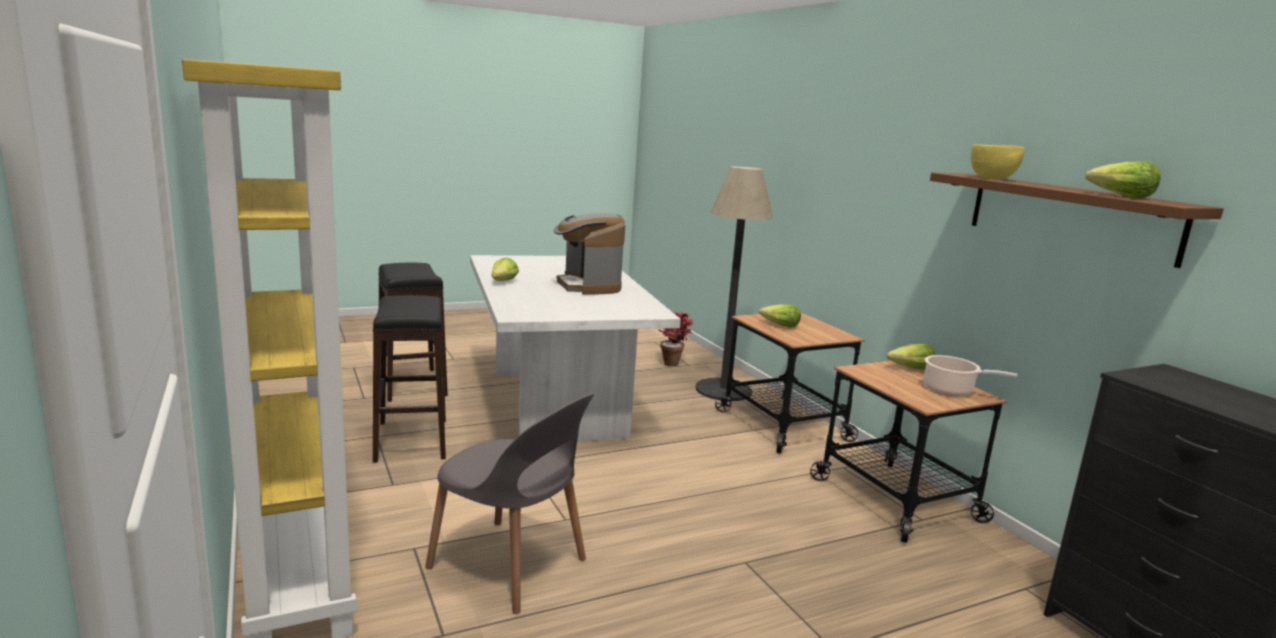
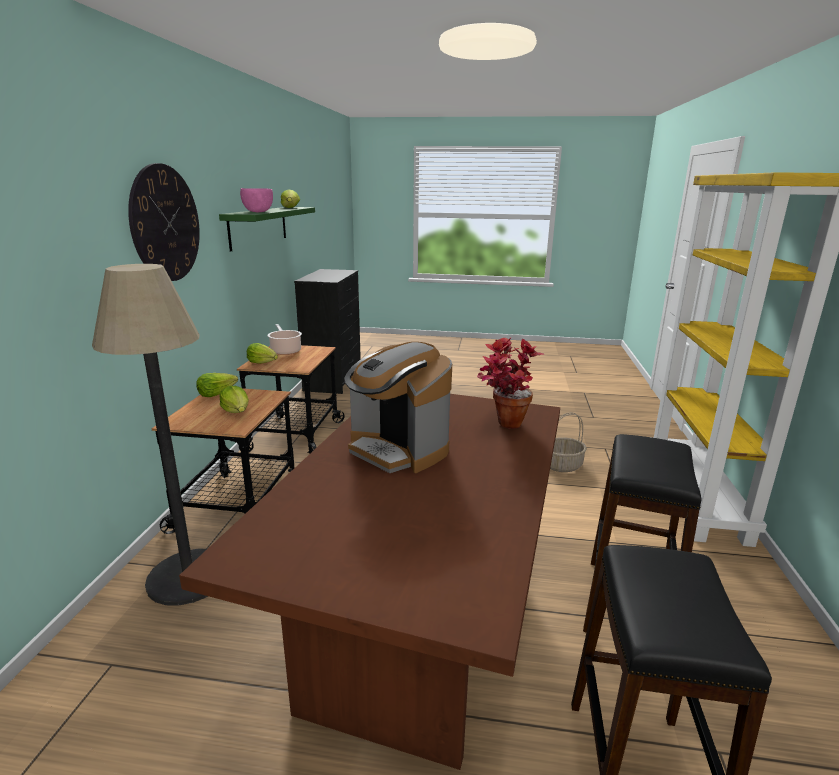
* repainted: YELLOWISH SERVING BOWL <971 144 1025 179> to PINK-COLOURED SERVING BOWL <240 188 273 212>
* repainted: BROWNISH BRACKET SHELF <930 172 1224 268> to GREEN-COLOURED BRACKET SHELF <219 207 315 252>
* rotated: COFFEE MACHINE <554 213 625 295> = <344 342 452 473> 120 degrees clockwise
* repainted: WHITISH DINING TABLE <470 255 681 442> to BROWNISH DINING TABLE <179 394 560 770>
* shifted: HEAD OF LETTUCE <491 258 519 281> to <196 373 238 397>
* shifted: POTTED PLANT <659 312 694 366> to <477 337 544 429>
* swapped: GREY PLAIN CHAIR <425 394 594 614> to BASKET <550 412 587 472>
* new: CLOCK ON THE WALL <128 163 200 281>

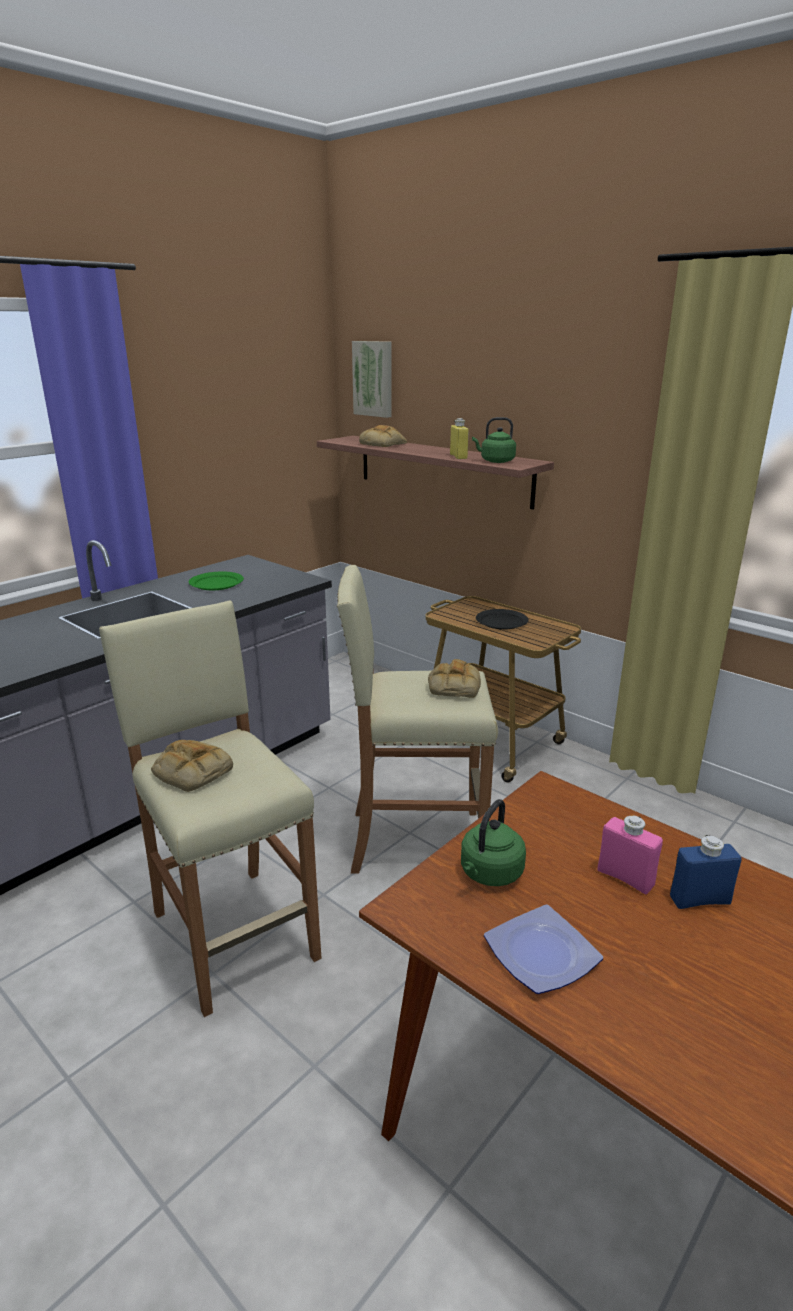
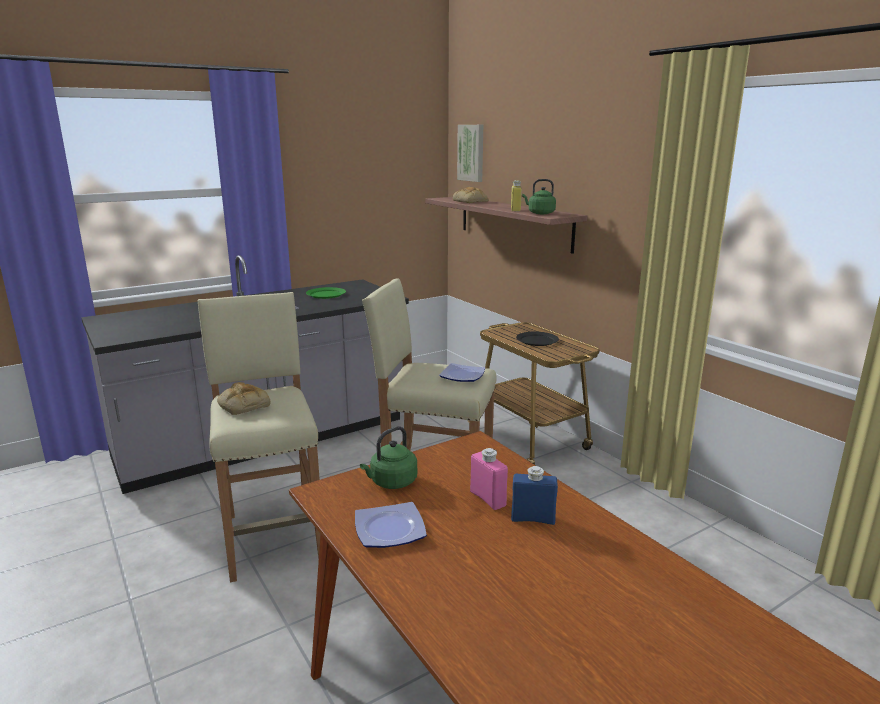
* swapped: BAKED BREAD <428 659 481 698> to DINNER PLATE <439 363 485 382>

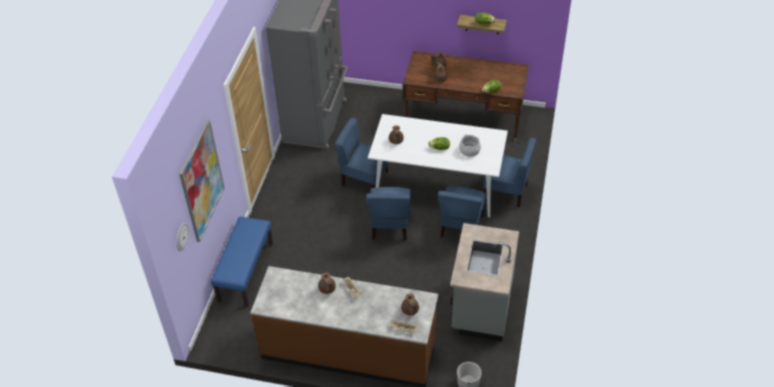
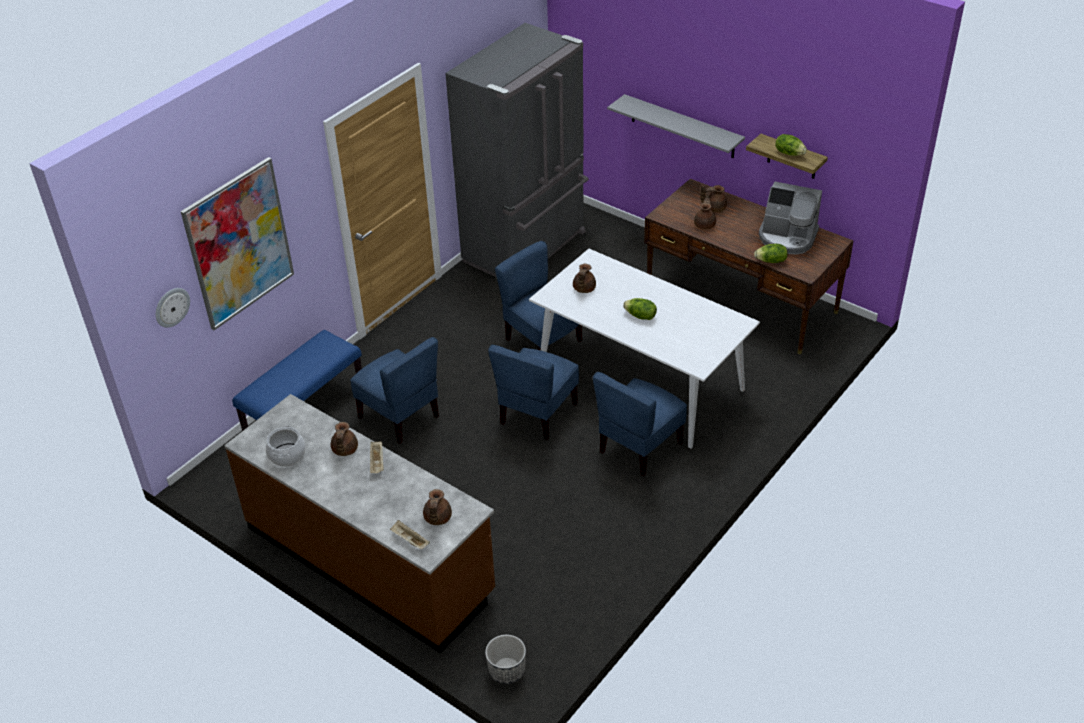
* shifted: STOCKPOT <459 135 481 157> to <266 425 306 467>
* shifted: BLUE PLAIN CHAIR <483 137 536 207> to <350 337 439 444>
* gone: GREY COUNTER <450 223 519 341>
* new: GREY BRACKET SHELF <607 94 745 158>
* new: COFFEE MACHINE <759 181 822 255>

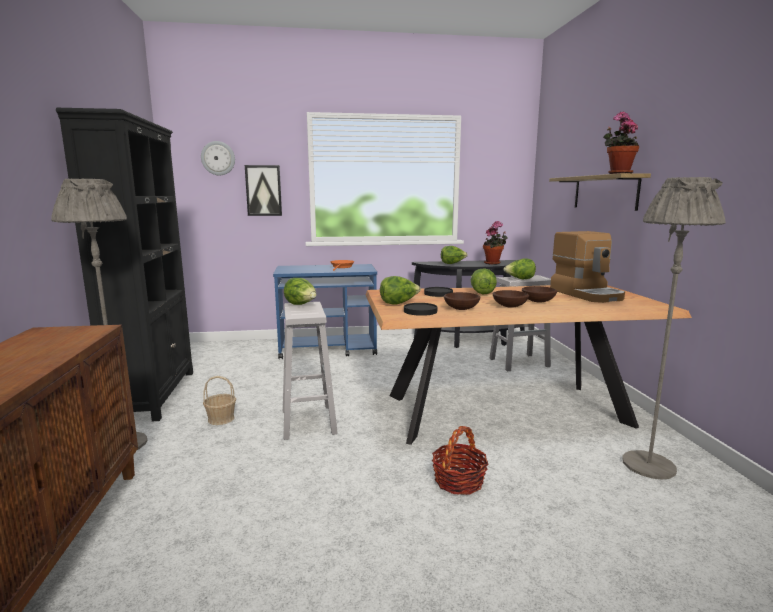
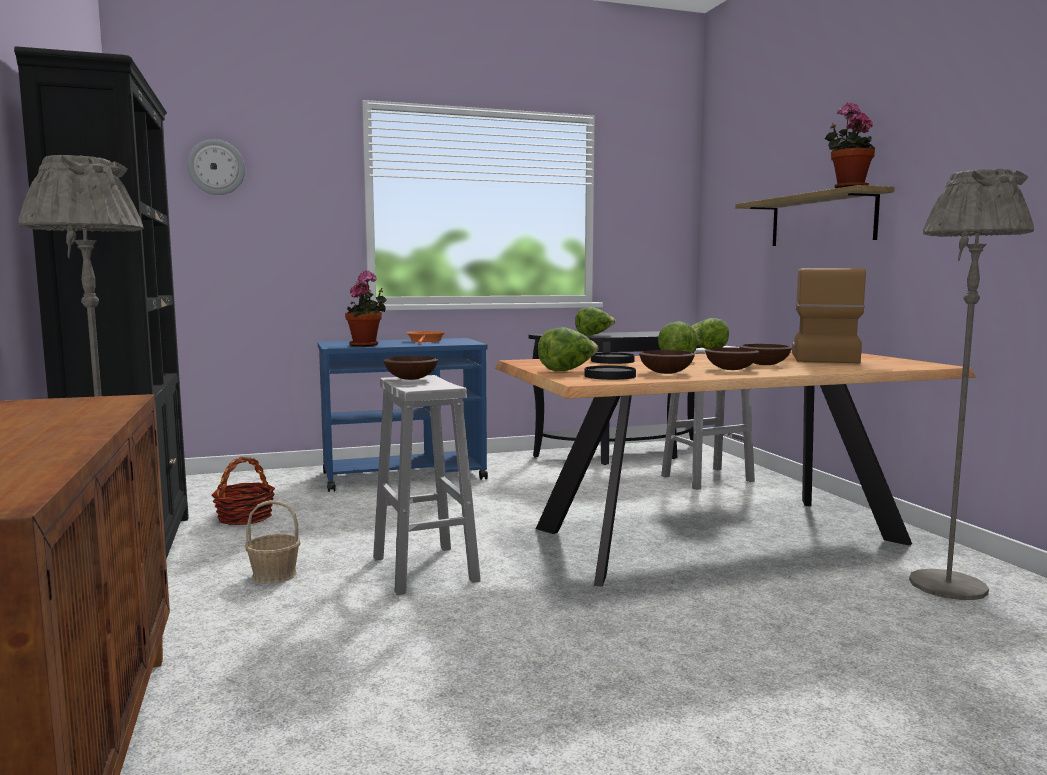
* gone: WALL PICTURE <245 165 282 216>
* shifted: POTTED PLANT <483 221 508 265> to <345 270 386 347>
* rotated: COFFEE MACHINE <550 231 625 303> = <792 268 866 363> 135 degrees counterclockwise
* swapped: HEAD OF LETTUCE <284 278 317 305> to BROWNISH SERVING BOWL <384 356 438 380>
* shifted: BASKET <432 426 488 495> to <212 457 275 526>

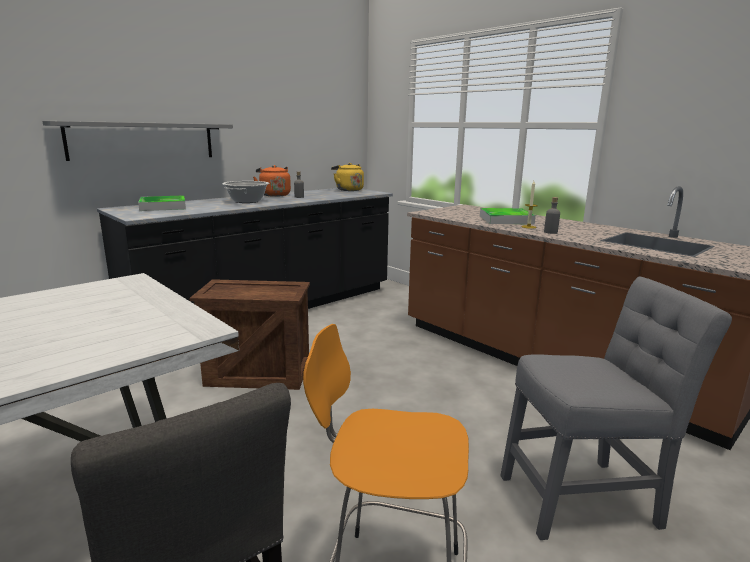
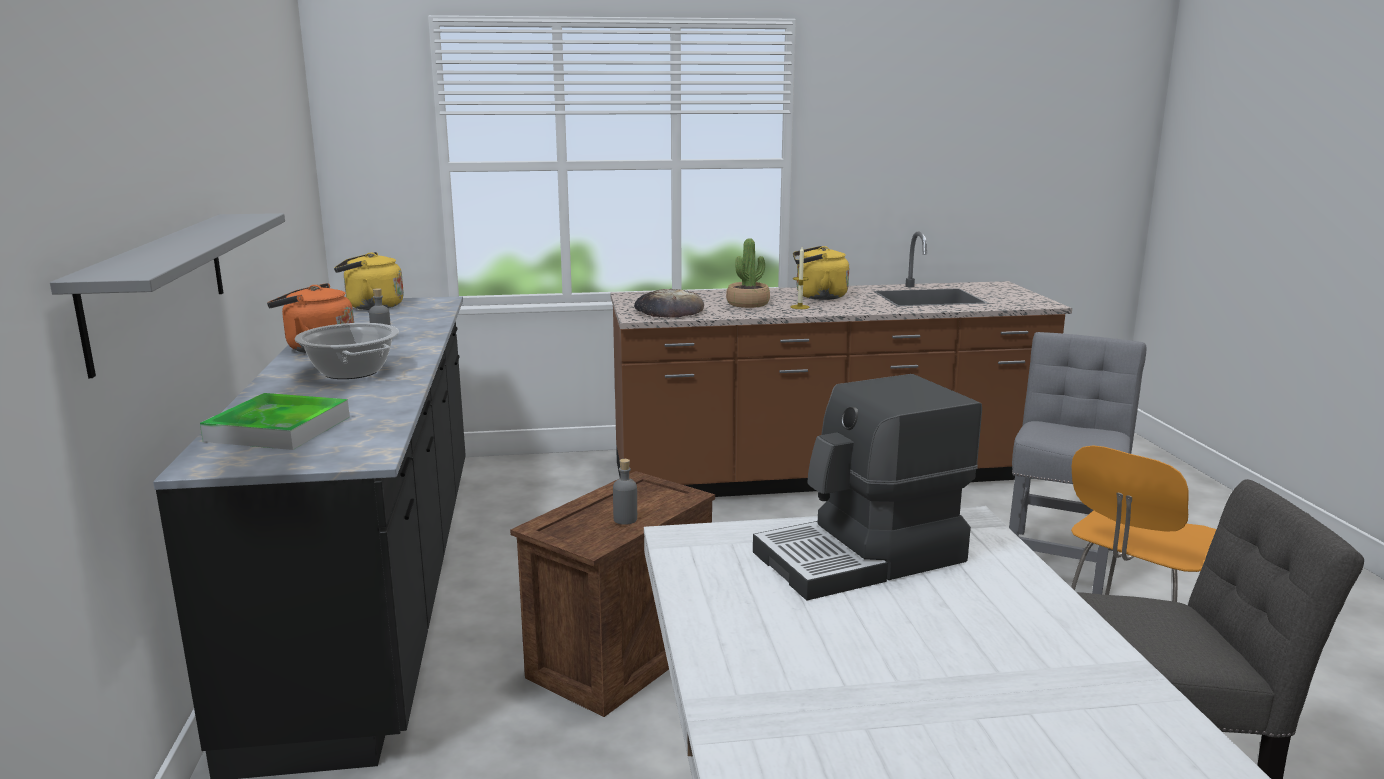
* shifted: GREY BOTTLE <544 197 560 234> to <613 459 637 525>
* swapped: SERVING TRAY <480 208 536 225> to POTTED PLANT <726 238 770 308>
* new: YELLOWISH WATER KETTLE <793 246 849 300>
* new: BAKED BREAD <634 289 704 318>
* new: COFFEE MACHINE <753 374 982 600>

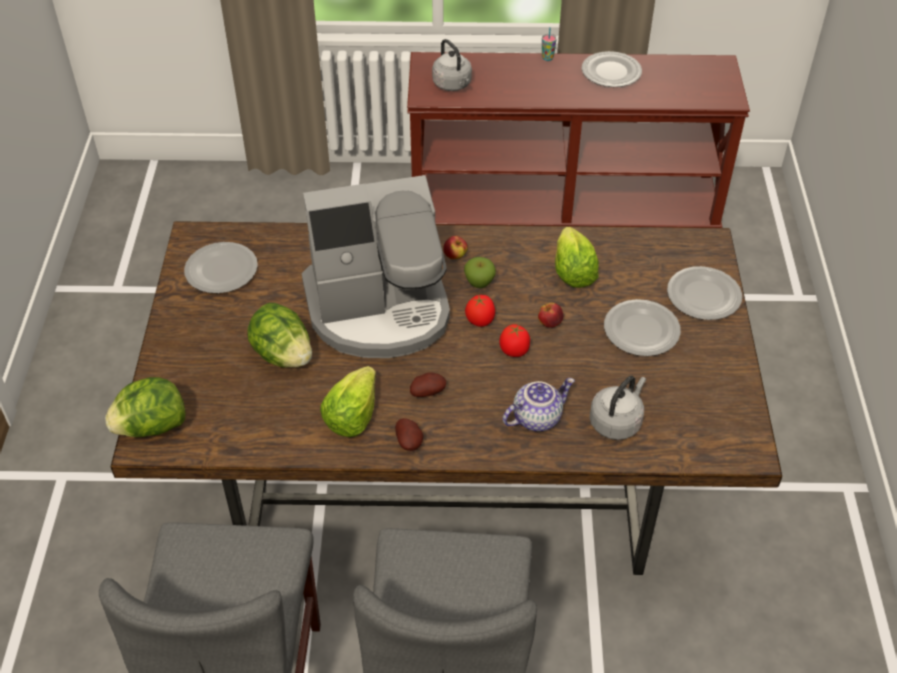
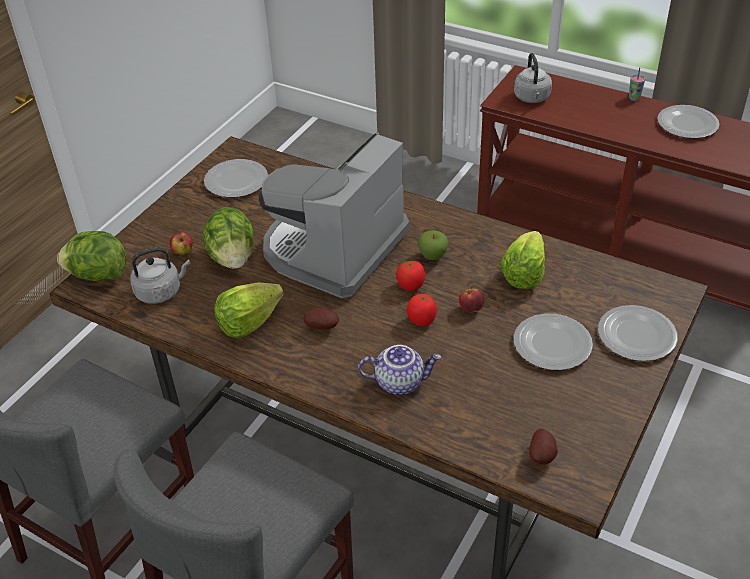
* rotated: COFFEE MACHINE <302 175 450 358> = <259 132 409 298> 105 degrees clockwise
* shifted: APPLE FRUIT <443 236 468 259> to <170 232 193 255>
* shifted: GREY WATER KETTLE <590 376 646 440> to <130 247 191 304>
* shifted: POTATO <395 418 423 451> to <529 429 558 465>

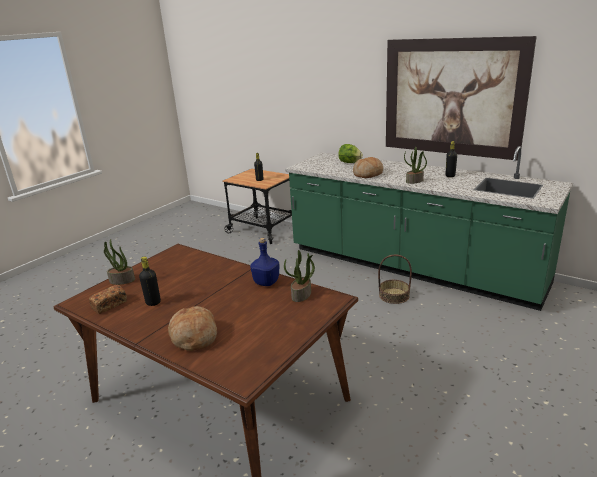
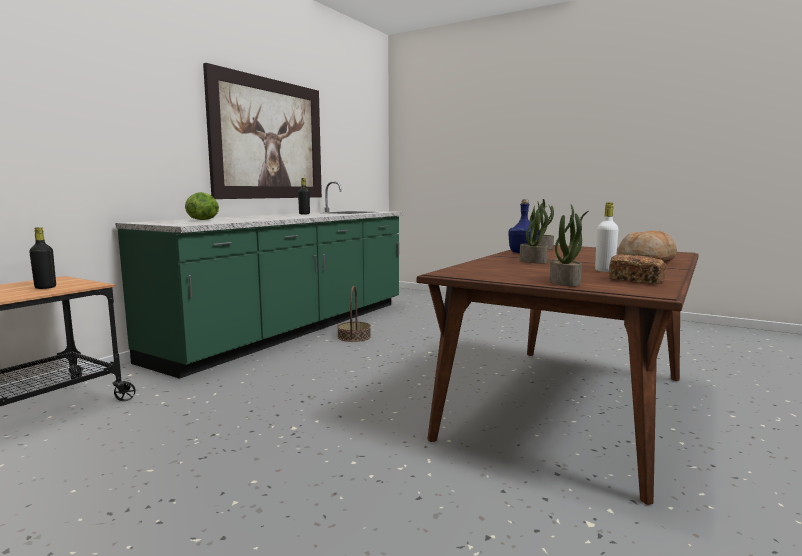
* shifted: POTTED PLANT <404 147 427 184> to <519 201 548 264>
* gone: BAKED BREAD <353 157 383 178>
* repainted: BLACK BOTTLE <139 257 161 306> to WHITISH BOTTLE <595 202 619 272>

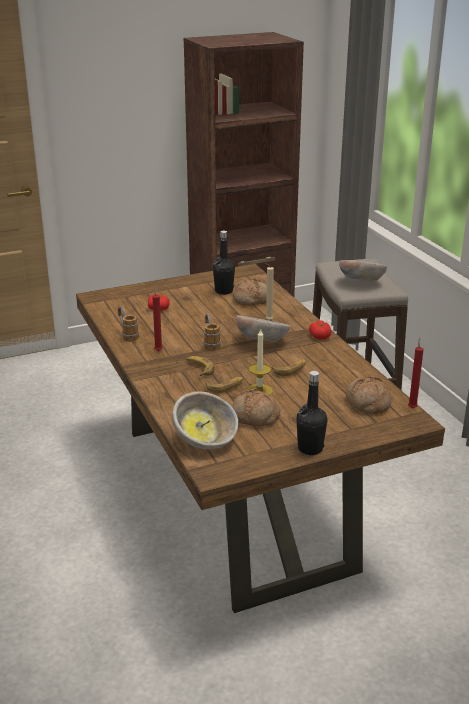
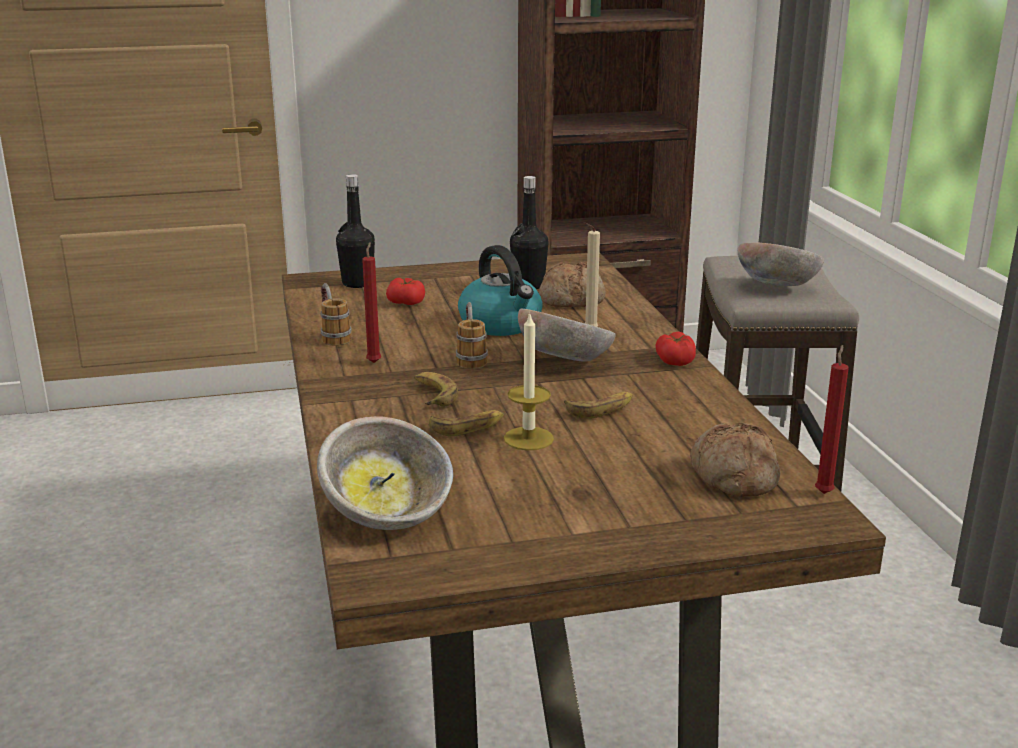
* shifted: BLACK BOTTLE <296 371 327 455> to <336 174 375 288>
* gone: BAKED BREAD <232 388 280 426>
* new: WATER KETTLE <458 245 543 336>

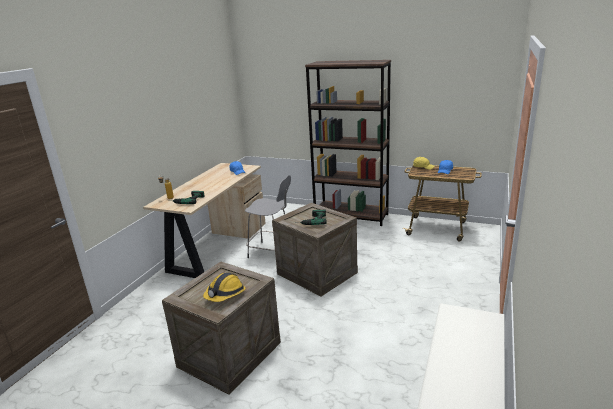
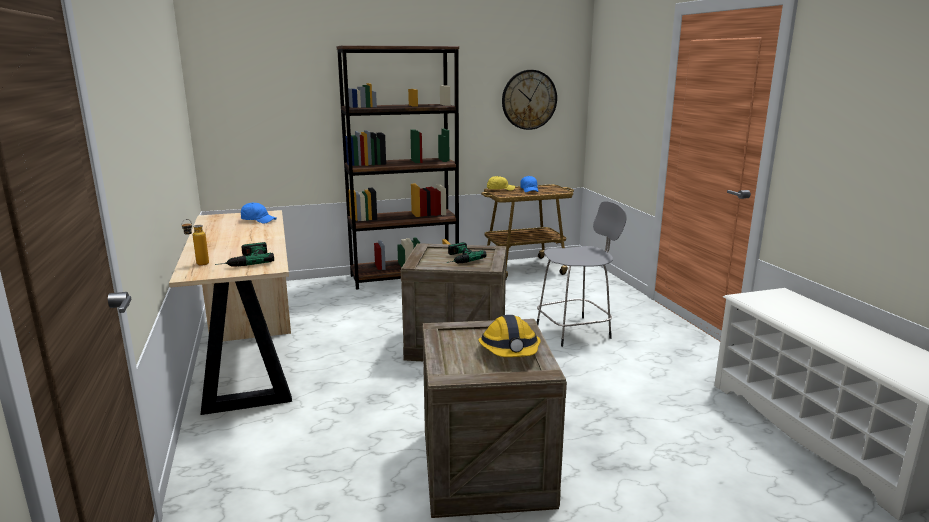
* shifted: GREY SITTING STOOL <245 175 291 258> to <537 201 627 347>
* new: CLOCK ON THE WALL <502 70 557 130>

